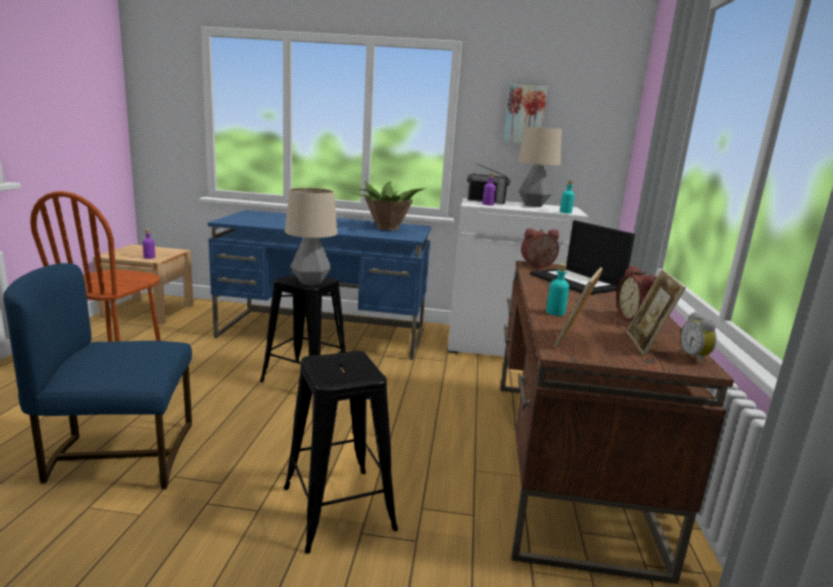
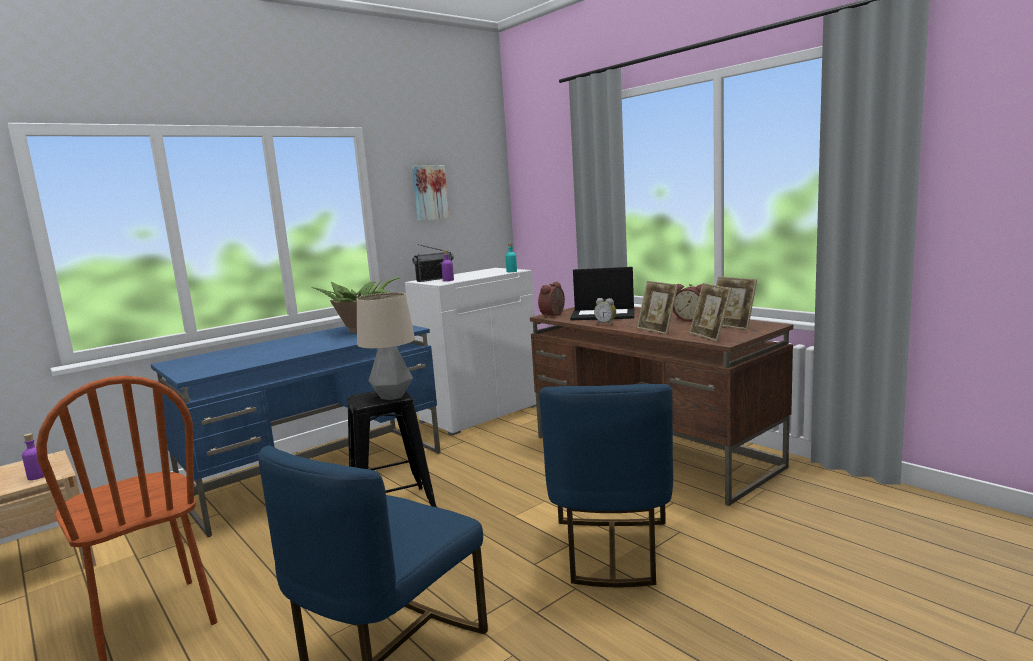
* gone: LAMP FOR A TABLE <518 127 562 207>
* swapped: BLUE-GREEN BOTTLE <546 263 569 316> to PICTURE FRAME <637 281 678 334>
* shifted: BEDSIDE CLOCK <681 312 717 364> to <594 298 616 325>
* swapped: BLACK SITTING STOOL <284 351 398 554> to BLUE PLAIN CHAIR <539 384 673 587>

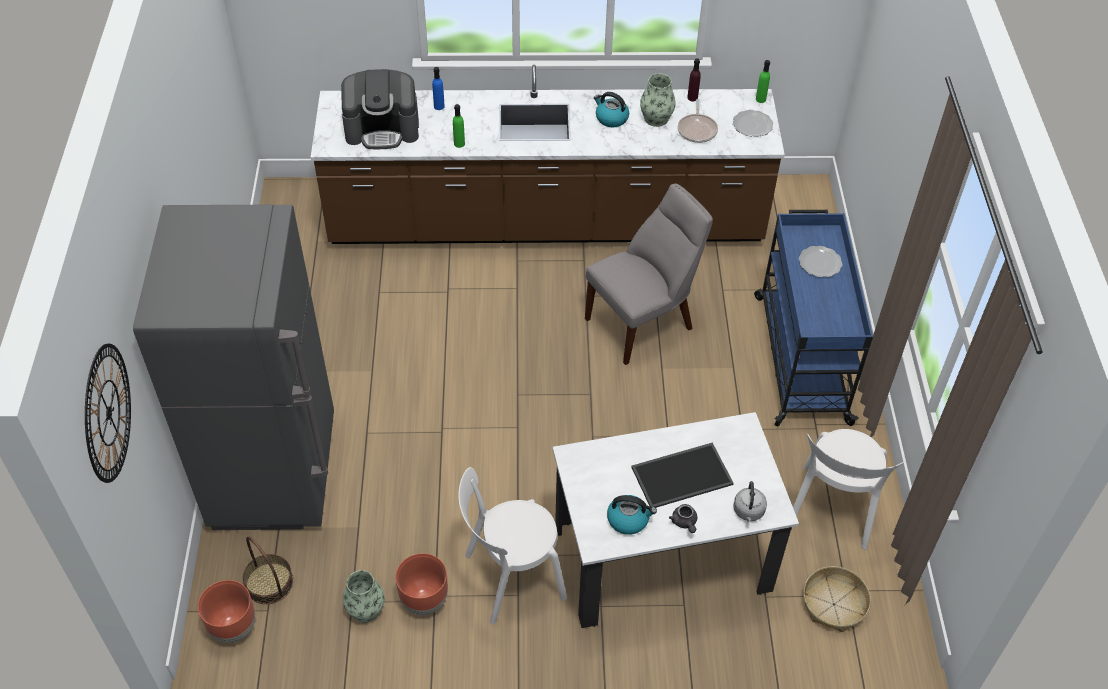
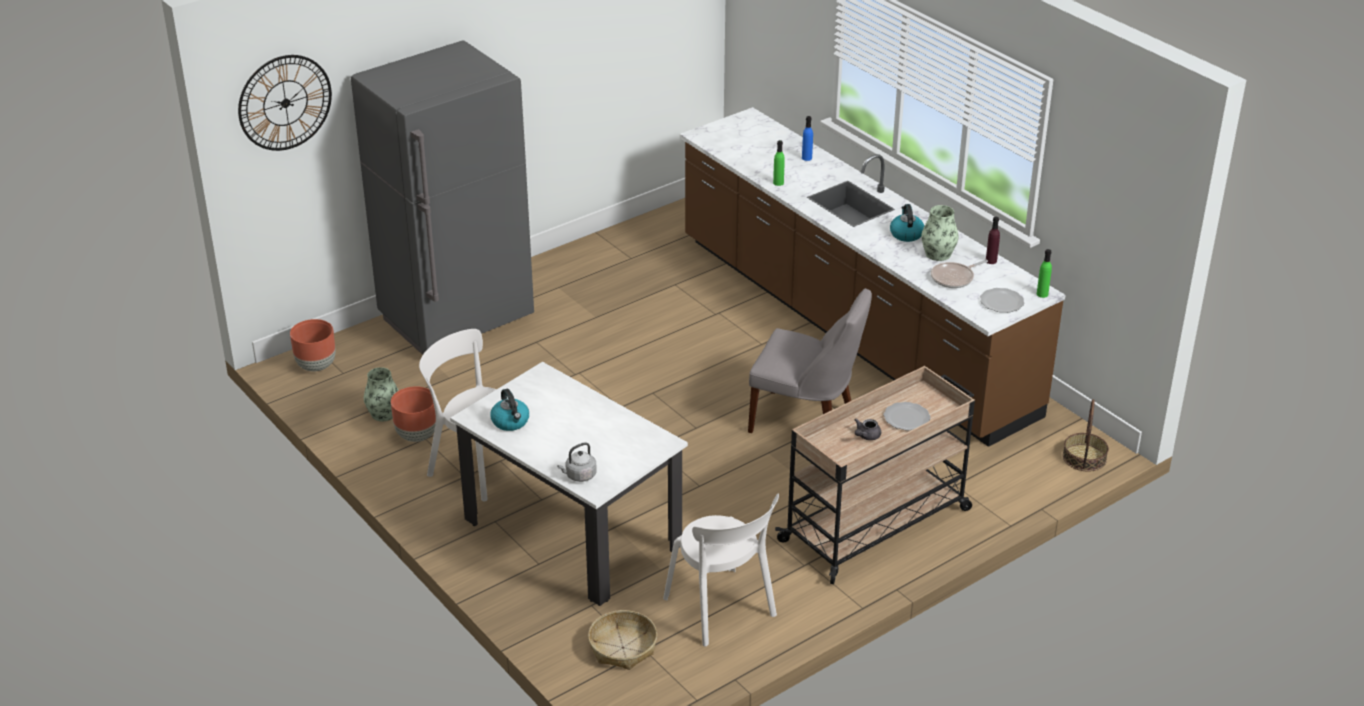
* gone: COFFEE MACHINE <341 69 419 149>
* repainted: BLUE CART <754 210 873 427> to SAND-COLOURED CART <775 366 975 584>
* rotated: WHITISH PLAIN CHAIR <793 429 904 550> = <663 494 779 646> 105 degrees counterclockwise
* gone: SERVING TRAY <631 443 734 508>
* shifted: GREY TEAPOT <669 504 697 533> to <855 419 881 440>
* shifted: BASKET <243 536 293 604> to <1063 399 1109 472>

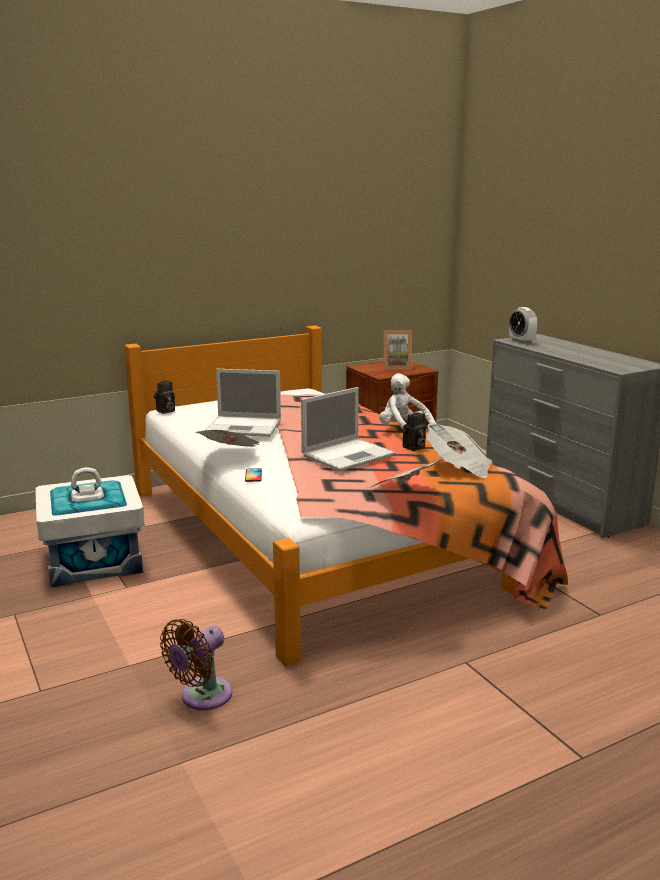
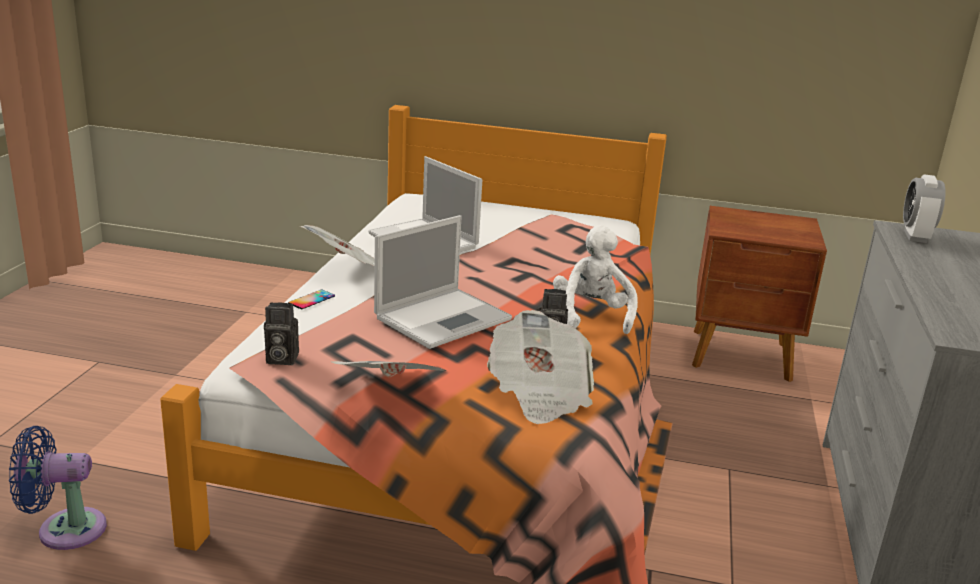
* gone: PICTURE FRAME <383 330 412 370>
* shifted: STILL CAMERA <154 381 175 414> to <264 302 299 365>
* rotated: PORTABLE COMPUTER <301 387 395 472> = <374 215 512 349> 45 degrees counterclockwise
* gone: WHITISH STORAGE BOX <35 467 145 587>
* repainted: BROWNISH ELECTRIC FAN <160 619 232 710> to BLUE ELECTRIC FAN <9 426 107 550>

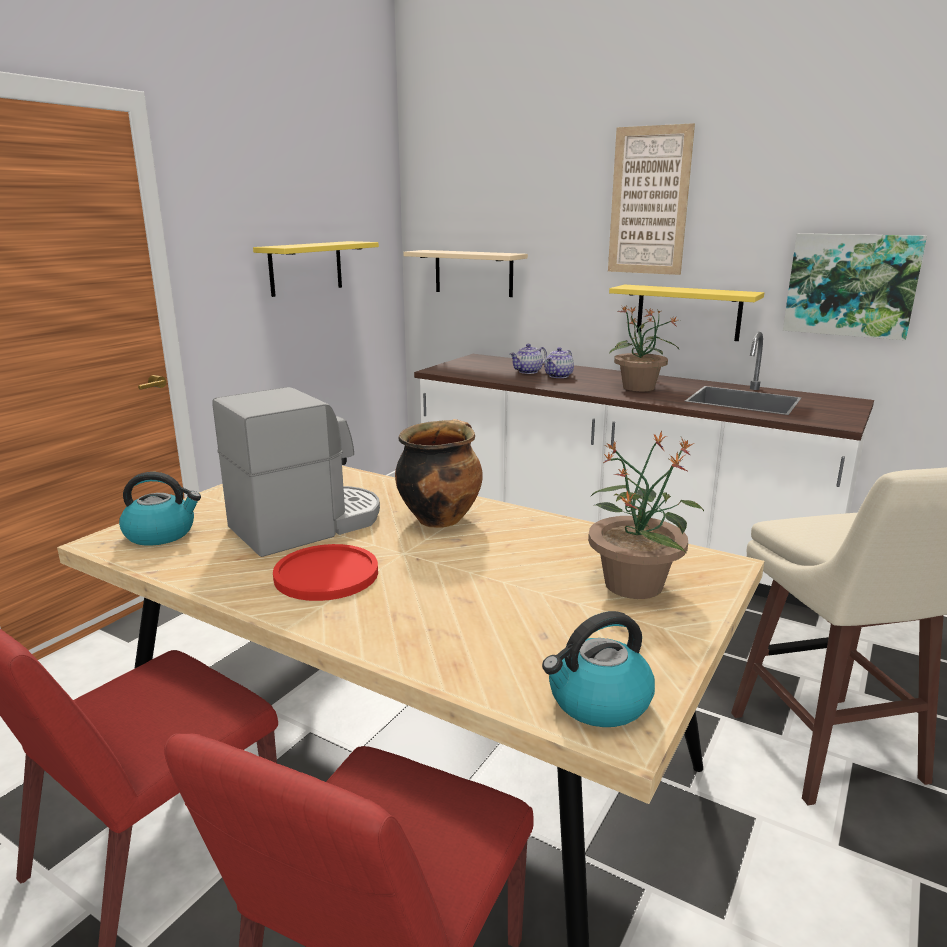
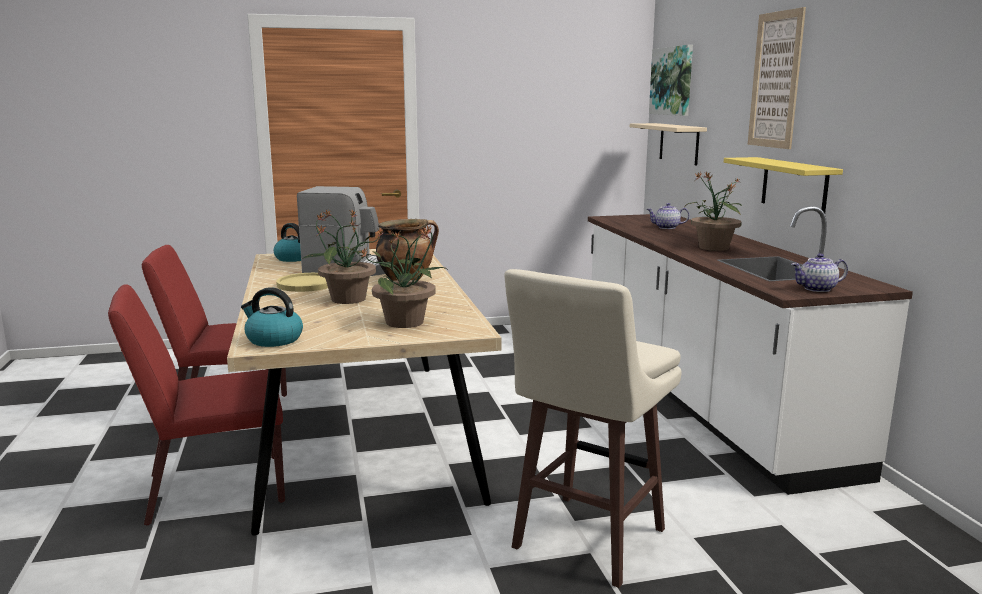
* shifted: WALL PICTURE <783 233 927 340> to <649 45 693 116>
* gone: YELLOWISH BRACKET SHELF <253 241 379 297>
* shifted: TEAPOT <544 347 574 378> to <791 253 848 292>
* repainted: RED DINNER PLATE <273 544 378 601> to YELLOWISH DINNER PLATE <276 273 328 292>
* new: POTTED PLANT <301 209 385 304>

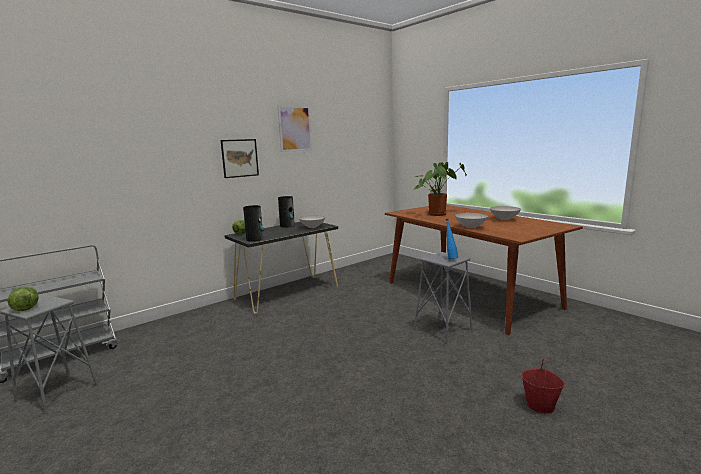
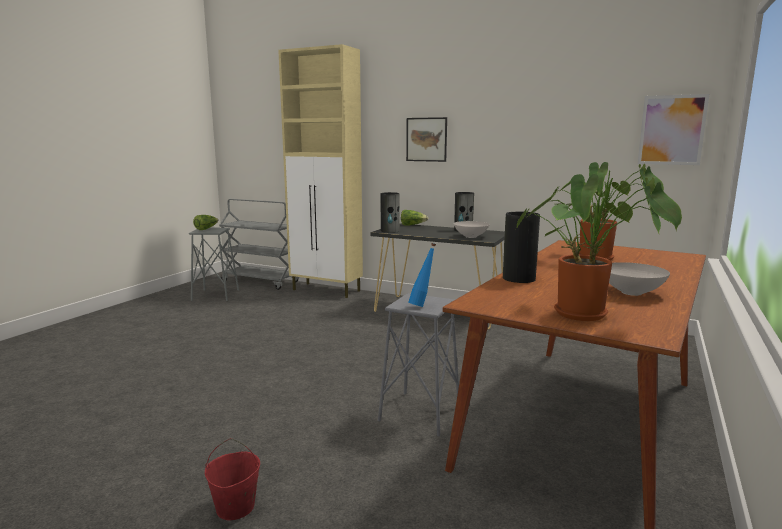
* shifted: WALL PICTURE <278 105 312 152> to <638 94 709 165>
* swapped: WHITISH SERVING BOWL <455 213 488 228> to FLOWER VASE <503 212 540 283>
* new: SAND-COLOURED CABINET <278 44 363 298>
* new: POTTED PLANT <516 174 682 321>

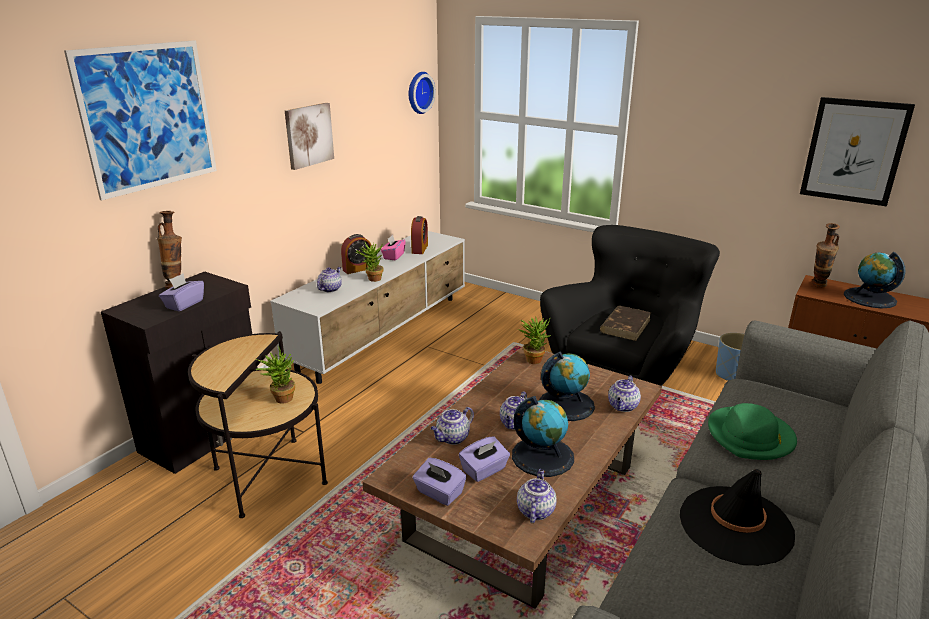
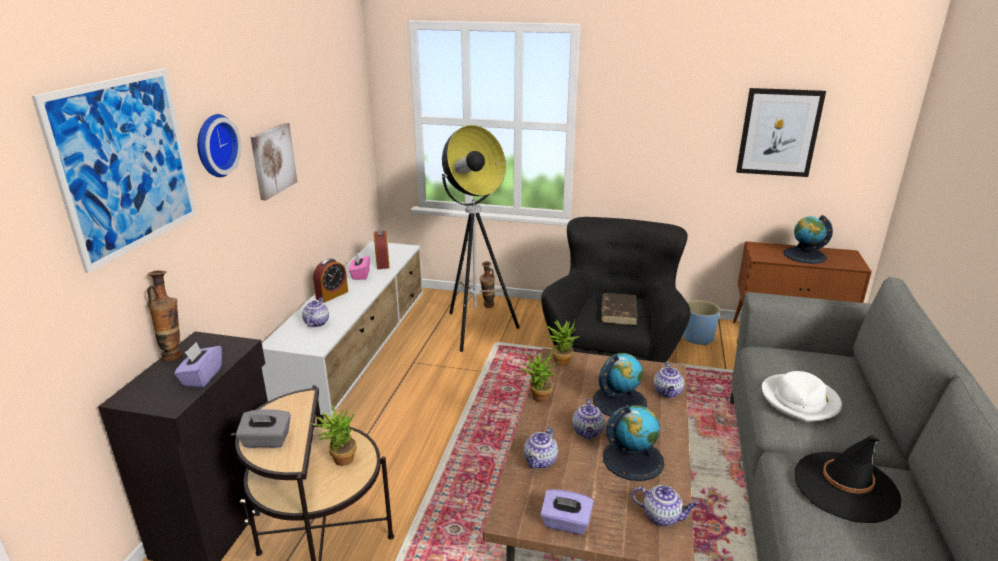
* shifted: CLOCK ON THE WALL <409 72 436 114> to <197 114 241 177>
* shifted: FLOWER VASE <811 223 840 288> to <480 261 495 308>
* shifted: POTTED PLANT <355 243 383 282> to <520 352 559 402>
* repainted: GREEN-COLOURED HAT <708 403 797 460> to WHITISH HAT <762 371 842 422>
* gone: PURPLE TISSUE HOLDER <459 436 510 482>
* rotated: TEAPOT <517 469 557 523> = <632 485 697 526> 120 degrees clockwise
* new: FLOOR LAMP <442 125 520 352>
* new: GREY TISSUE HOLDER <236 409 291 448>

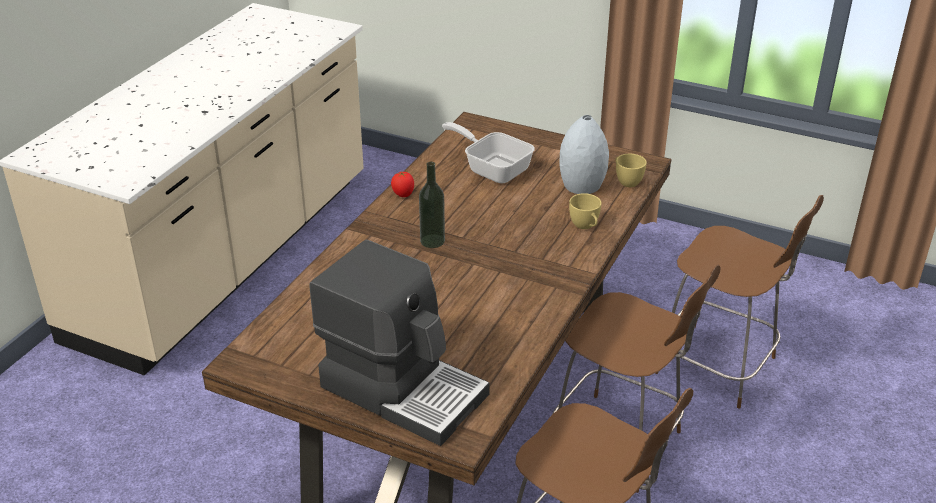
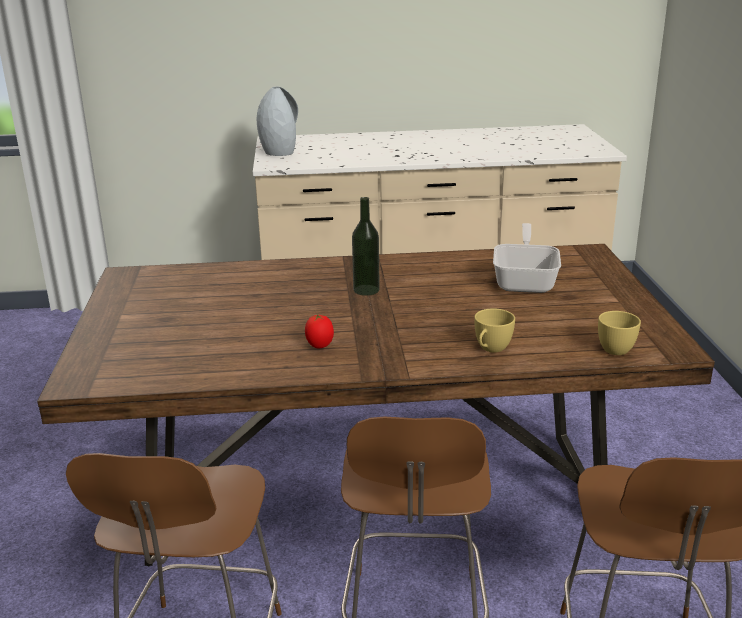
* shifted: GREY FLOWER VASE <559 115 609 194> to <256 87 298 156>
* shifted: WHOLE TOMATO <391 172 414 197> to <305 314 334 348>
* gone: COFFEE MACHINE <310 240 490 446>

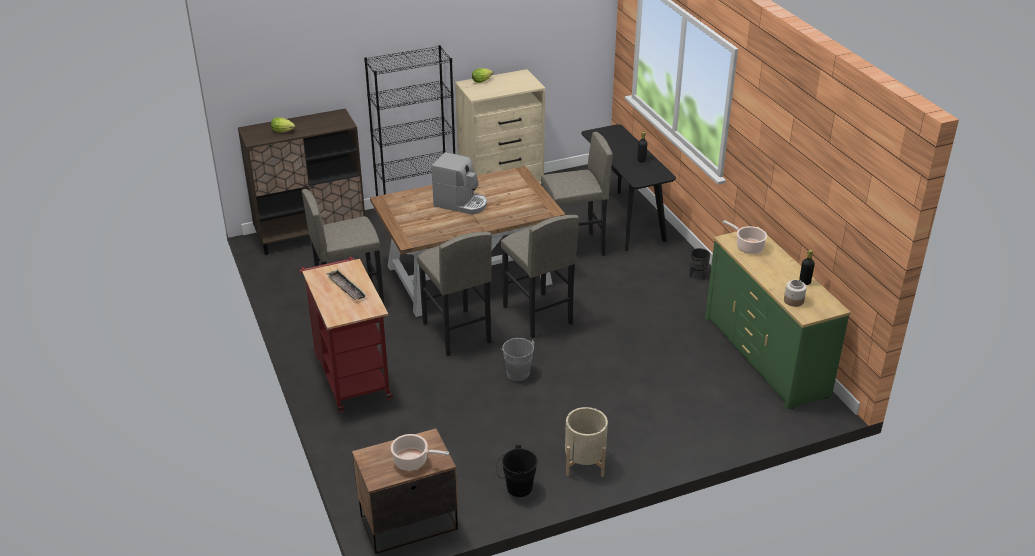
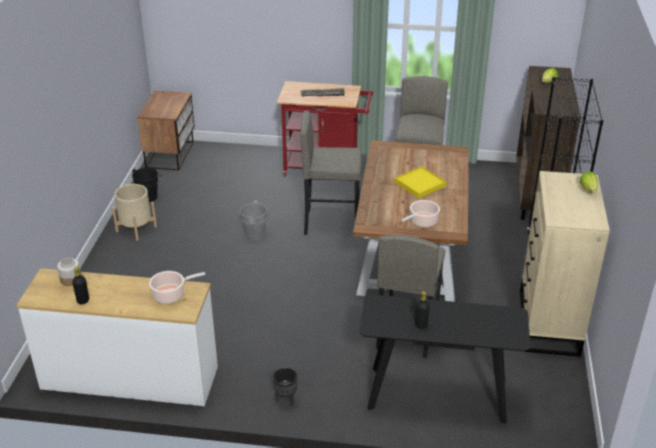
* swapped: COFFEE MACHINE <431 152 487 214> to YELLOWISH SERVING TRAY <395 166 446 198>
* gone: GREY SITTING STOOL <501 215 579 338>
* repainted: GREEN-COLOURED CHEST OF DRAWERS <705 227 851 409> to WHITISH CHEST OF DRAWERS <16 268 218 406>
* shifted: STOCKPOT <391 434 449 471> to <401 200 440 228>

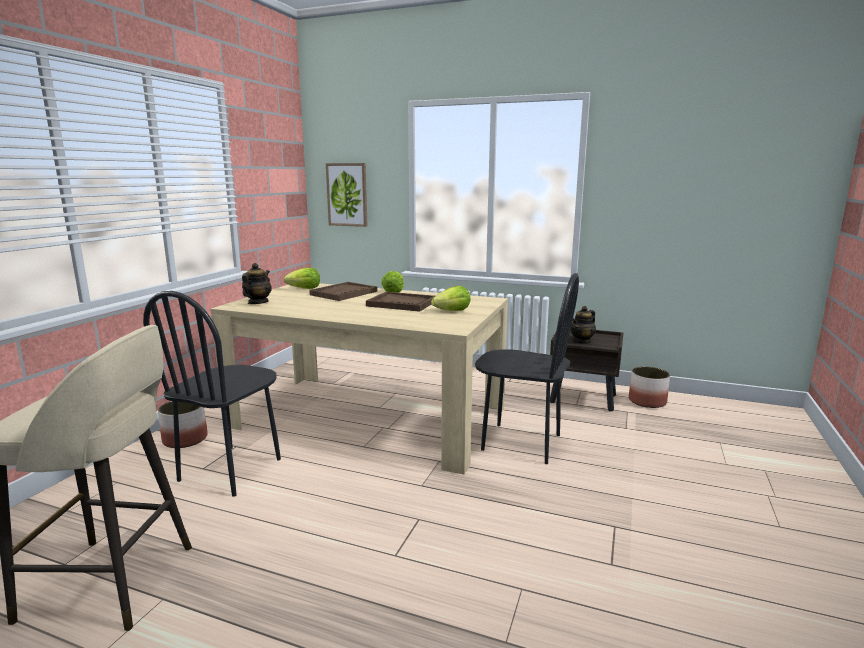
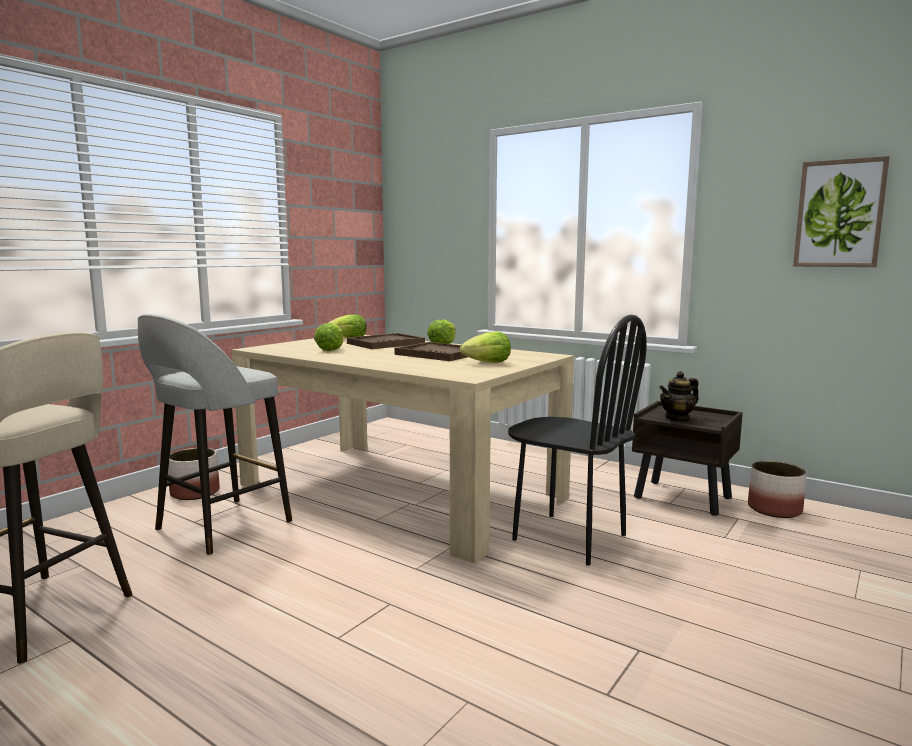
* shifted: WALL PICTURE <326 163 368 227> to <793 156 890 267>
* gone: TEAPOT <242 263 272 304>
* swapped: BLACK PLAIN CHAIR <143 291 281 497> to GREY SITTING STOOL <138 314 292 555>
* new: HEAD OF LETTUCE <314 323 343 351>

